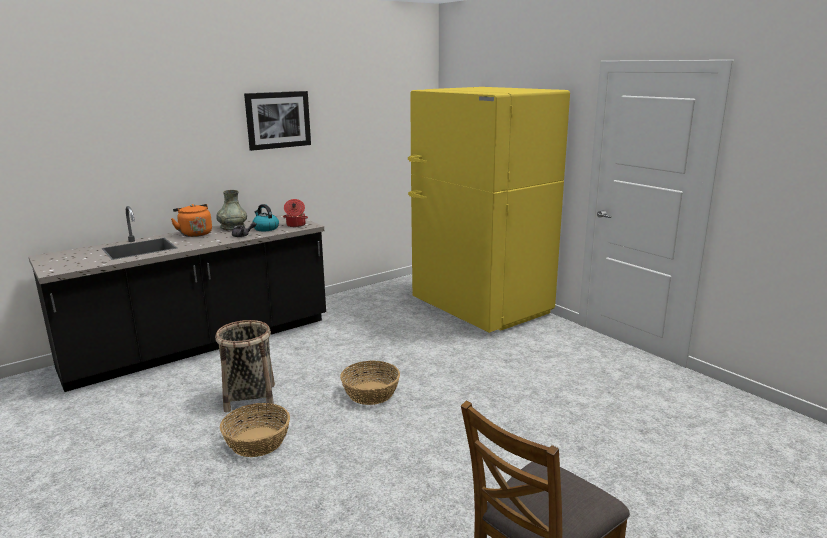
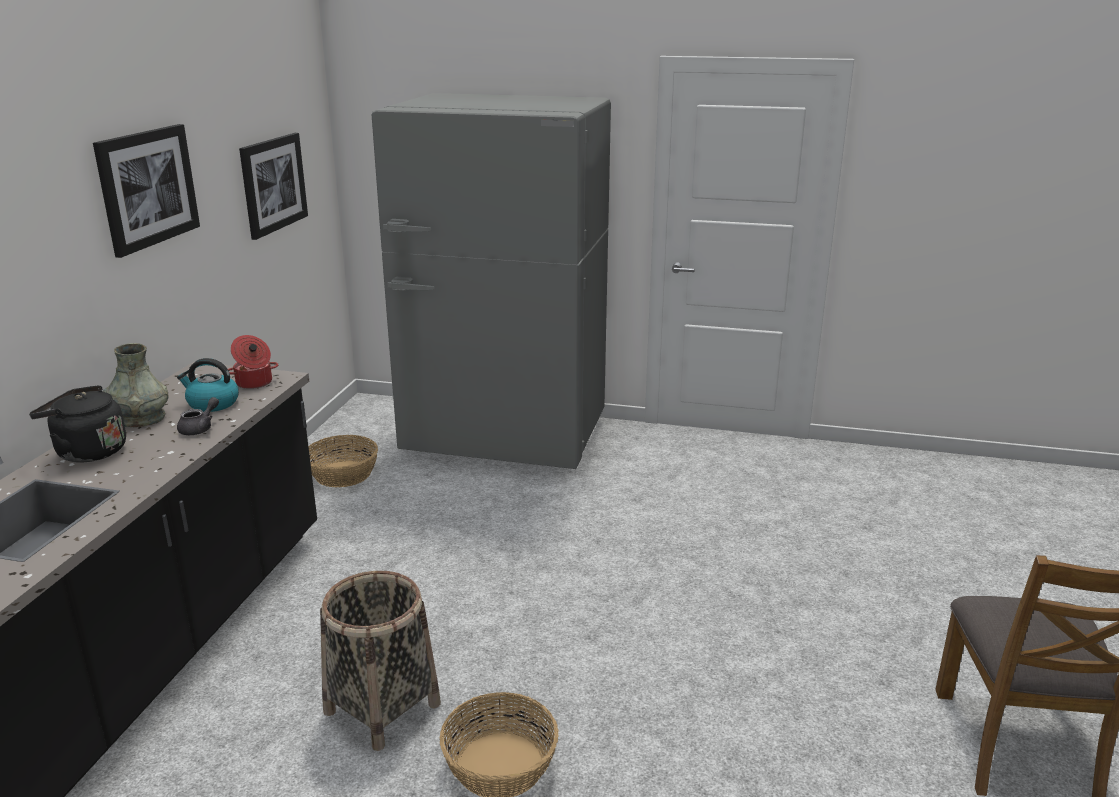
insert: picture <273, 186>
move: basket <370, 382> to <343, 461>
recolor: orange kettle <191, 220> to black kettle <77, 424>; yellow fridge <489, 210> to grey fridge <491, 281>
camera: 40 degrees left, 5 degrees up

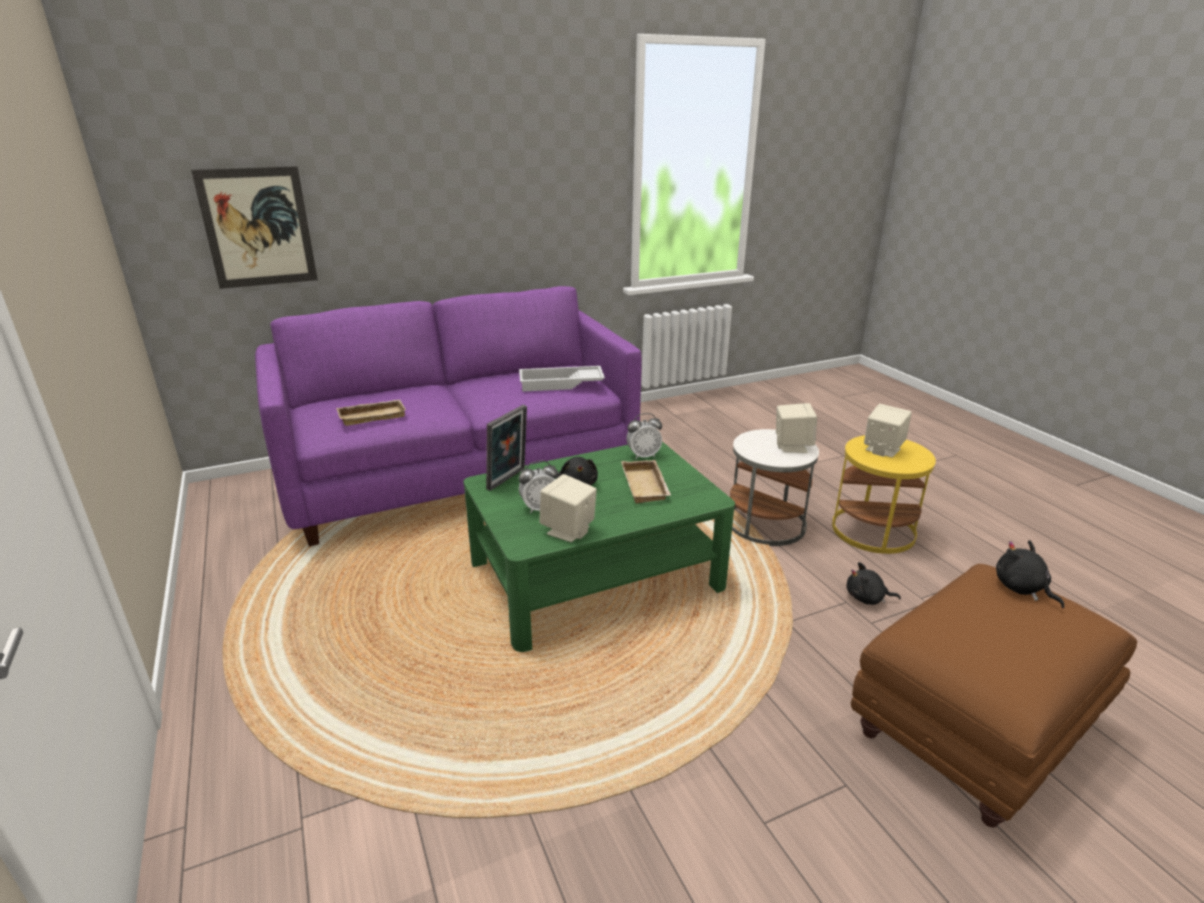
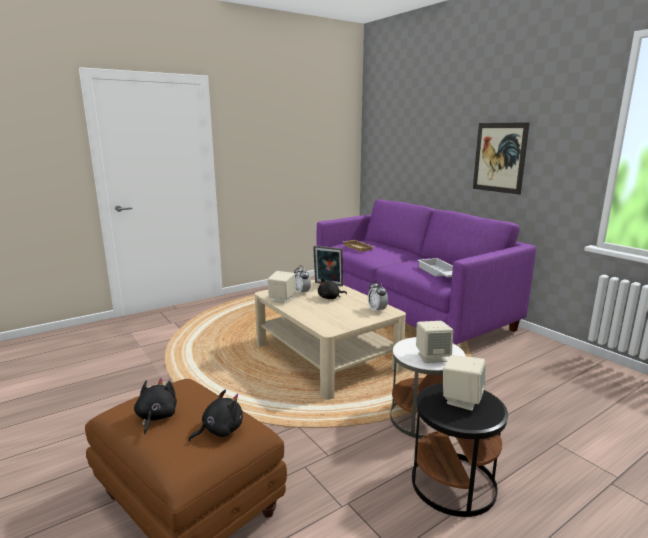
delete: beige tray <646, 482>
move: black plush toy <873, 583> to <155, 406>; picture <254, 227> to <501, 158>
recolor: green coffee table <599, 547> to beige coffee table <330, 339>; yellow side table <884, 494> to black side table <460, 450>
camera: 80 degrees right, 10 degrees down

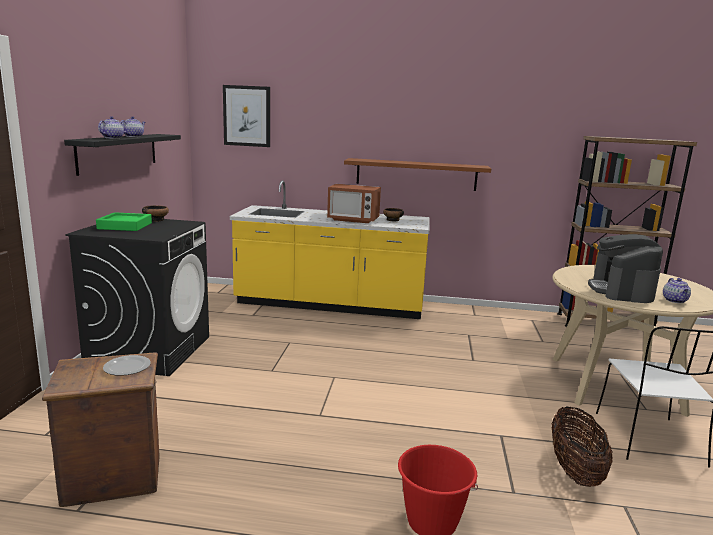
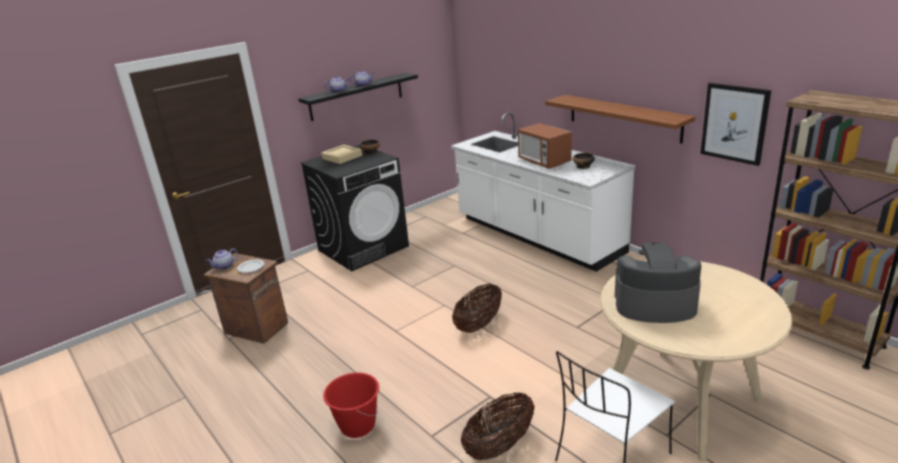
insert: basket <477, 308>
move: teapot <677, 290> to <222, 259>; picture <246, 116> to <736, 124>
recolor: green tray <124, 221> to beige tray <341, 154>; yellow counter <330, 249> to white counter <543, 192>
rotate: coffee machine <625, 268> = <658, 283> 45 degrees clockwise
camera: 45 degrees right, 10 degrees up

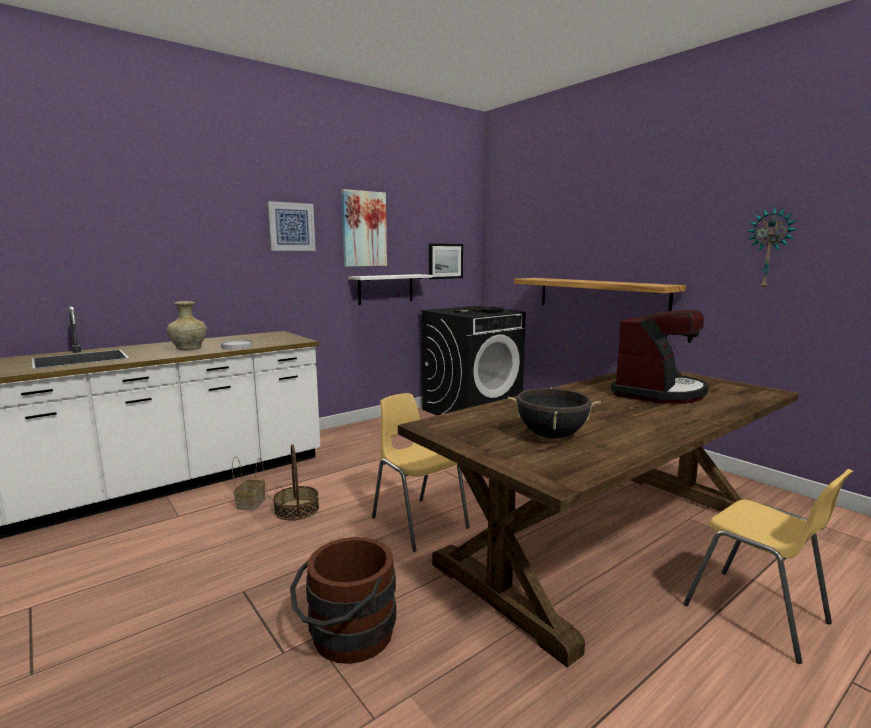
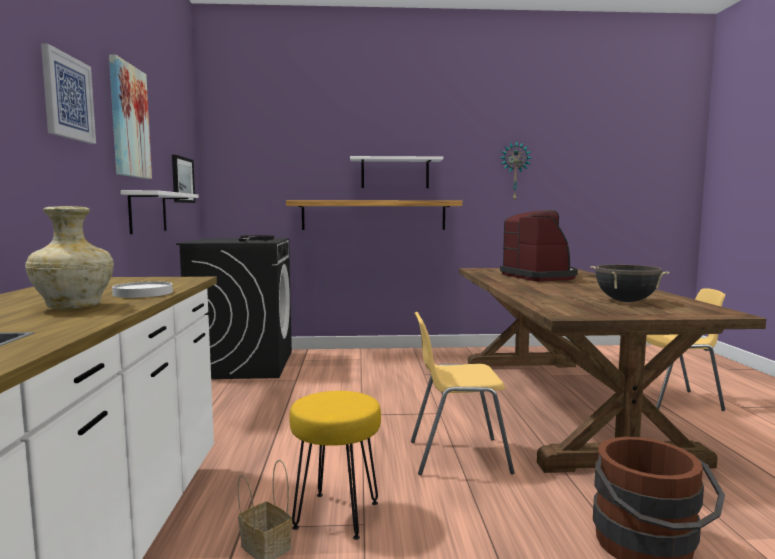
insert: white shelf <396, 172>
replace: basket <296, 482> to yellow stool <335, 465>
camera: 55 degrees left, 5 degrees down

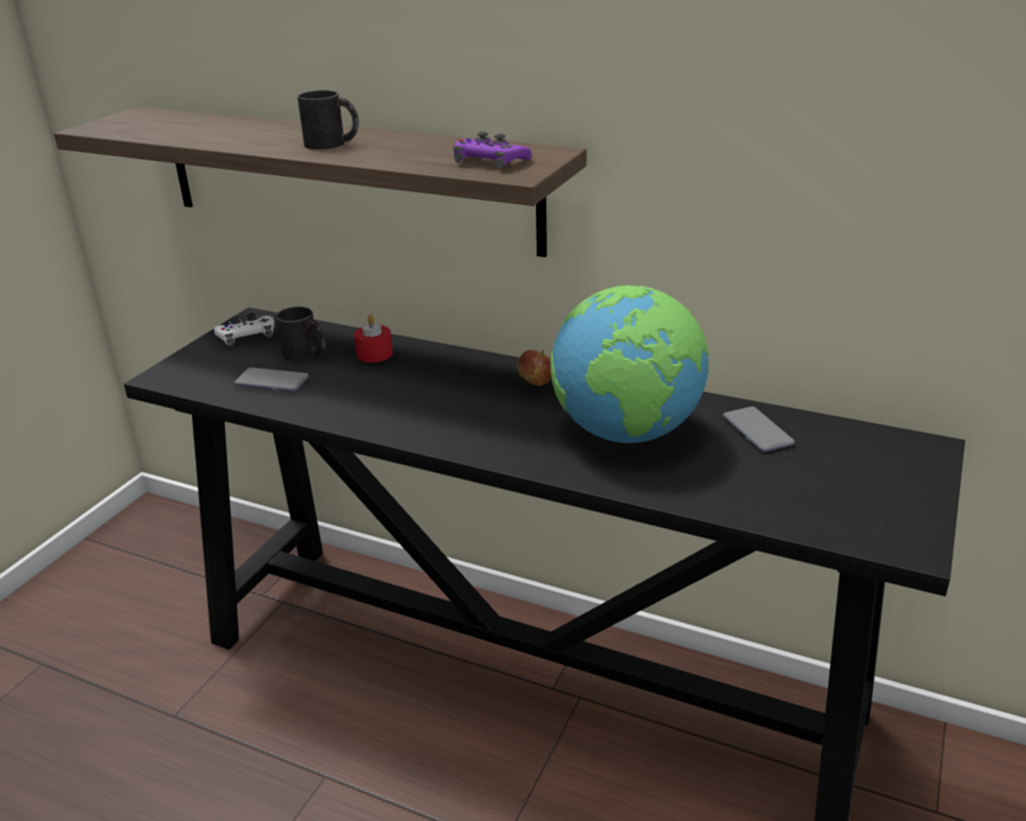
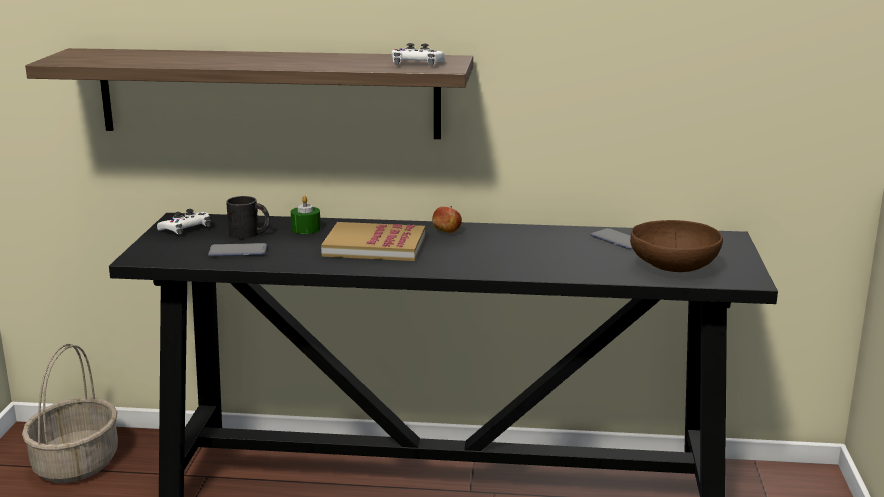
delete: black mug <328, 120>; globe <629, 364>
insert: basket <70, 413>; book <373, 241>; brown bowl <676, 246>
recolor: red candle <373, 338> to green candle <306, 215>; purple game controller <492, 150> to white game controller <418, 54>
camera: 20 degrees left, 10 degrees down

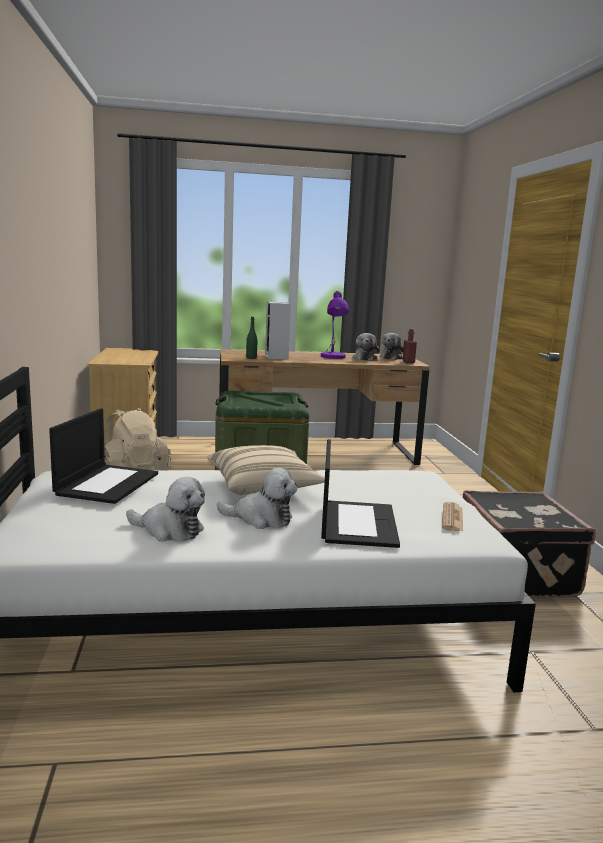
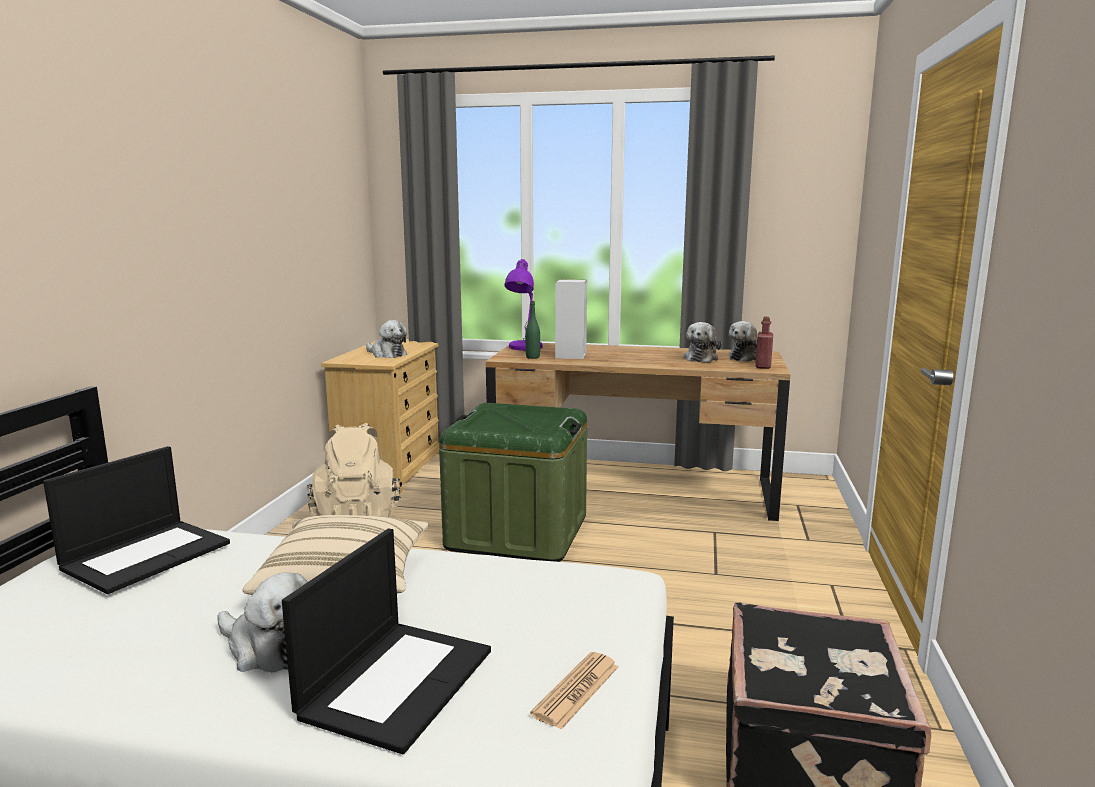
move: plush toy <165, 509> to <386, 339>; purple table lamp <335, 325> to <523, 304>
camera: 20 degrees right, 0 degrees up

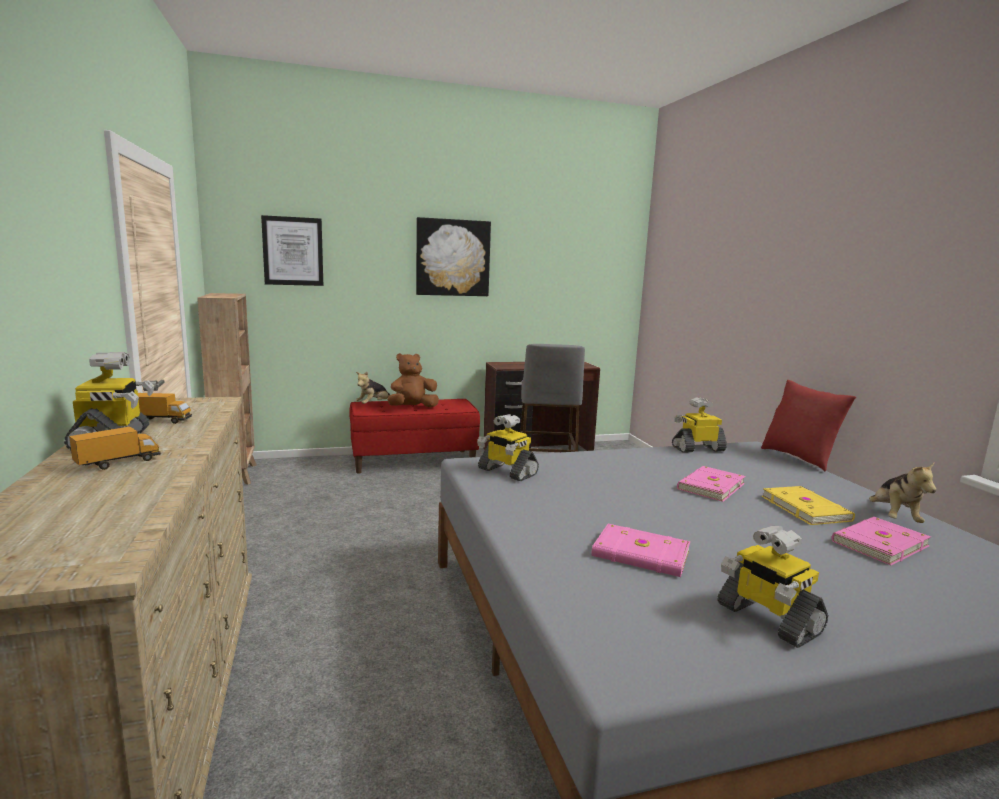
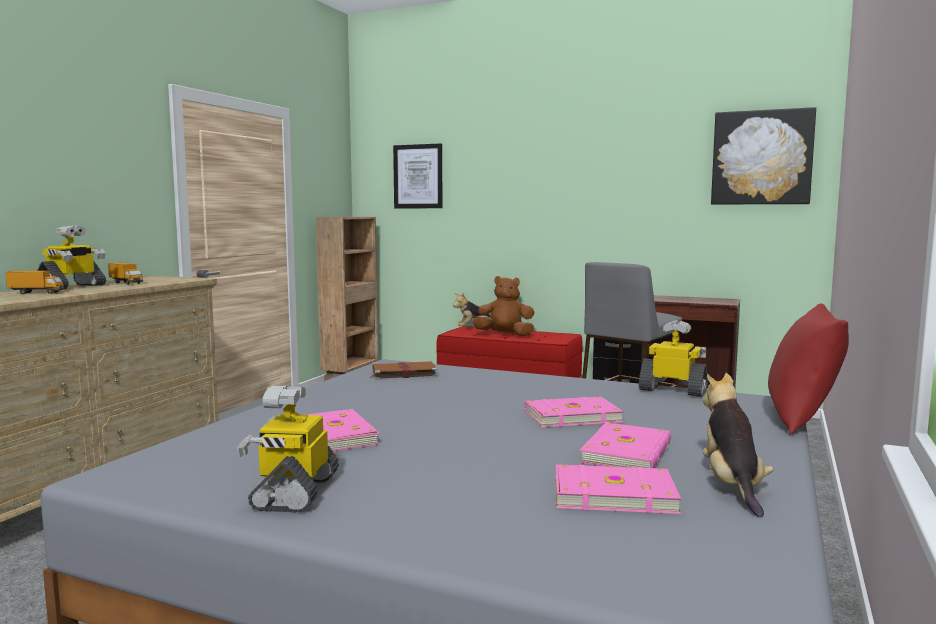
move: picture <453, 256> to <763, 155>
replace: toy robot <508, 447> to brown book <403, 370>
recolor: yellow book <808, 505> to pink book <625, 445>
rotate: plush toy <902, 492> = <738, 445> 135 degrees clockwise
camera: 40 degrees right, 5 degrees down

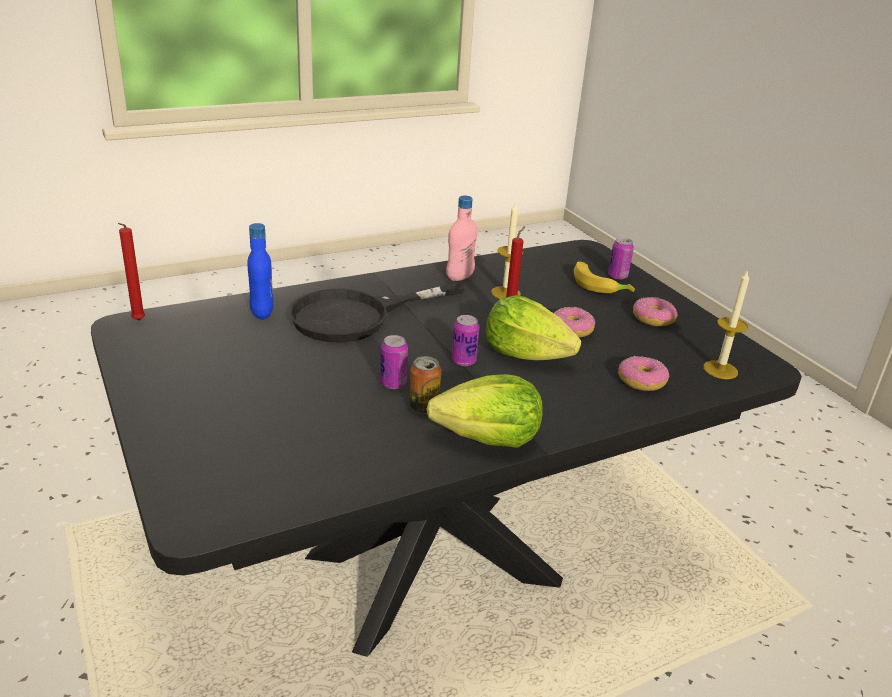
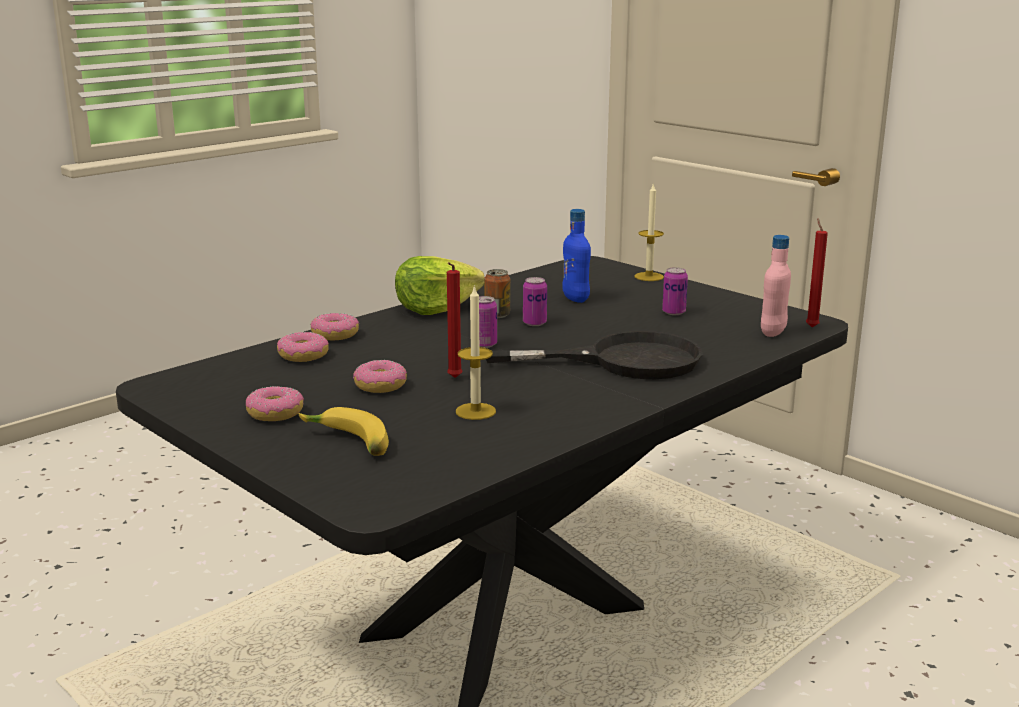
delete: lettuce <533, 327>
insert: donut <335, 326>
move: blue bottle <260, 271> to <576, 256>; candle <726, 324> to <649, 232>; can <621, 259> to <675, 291>; pink bottle <462, 238> to <776, 286>
rotate: black frying pan <377, 312> = <594, 355> 45 degrees clockwise
camera: 165 degrees right, 10 degrees down

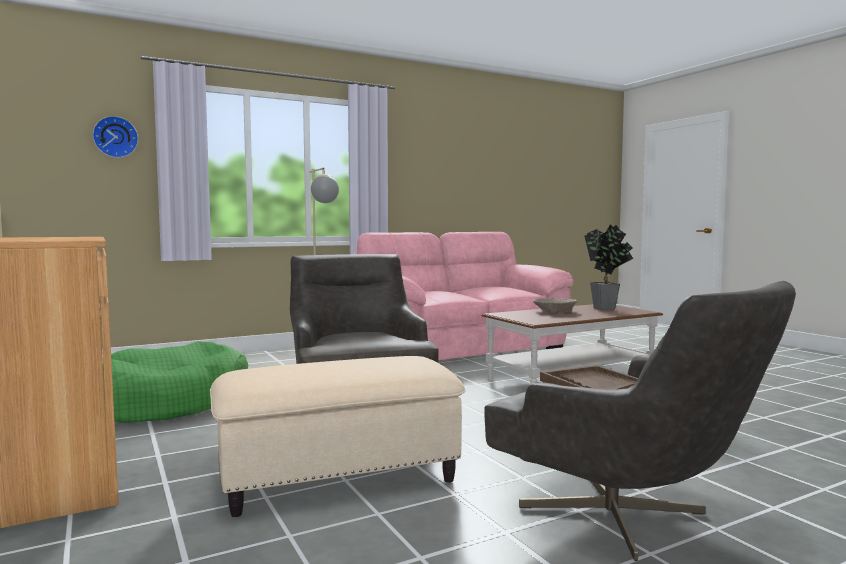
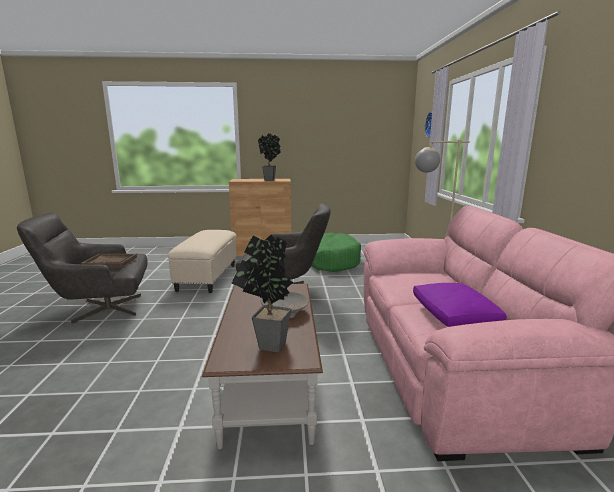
insert: potted plant <269, 157>; purple pillow <460, 305>
camera: 115 degrees right, 10 degrees up

